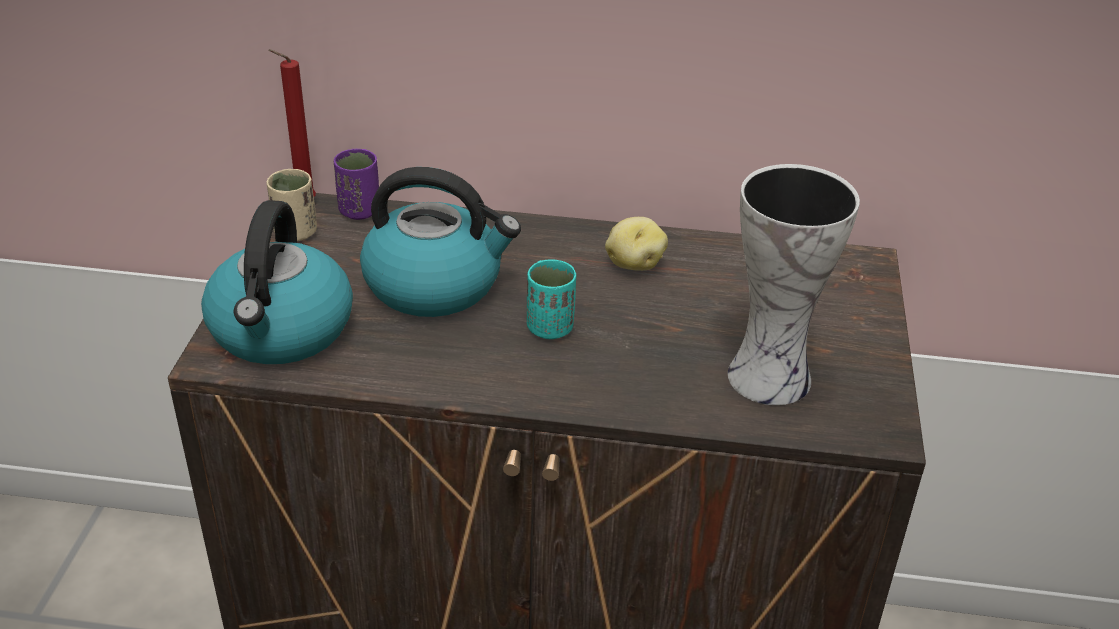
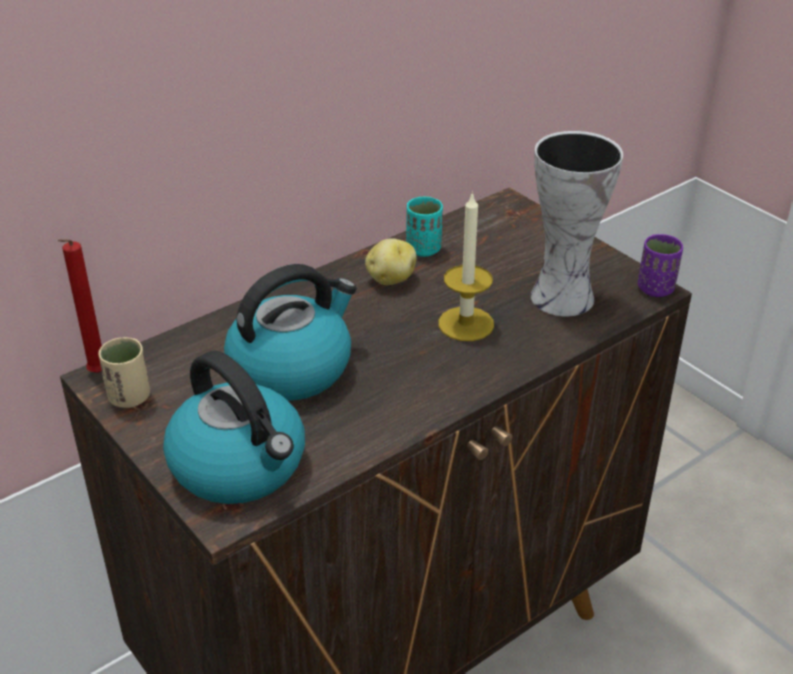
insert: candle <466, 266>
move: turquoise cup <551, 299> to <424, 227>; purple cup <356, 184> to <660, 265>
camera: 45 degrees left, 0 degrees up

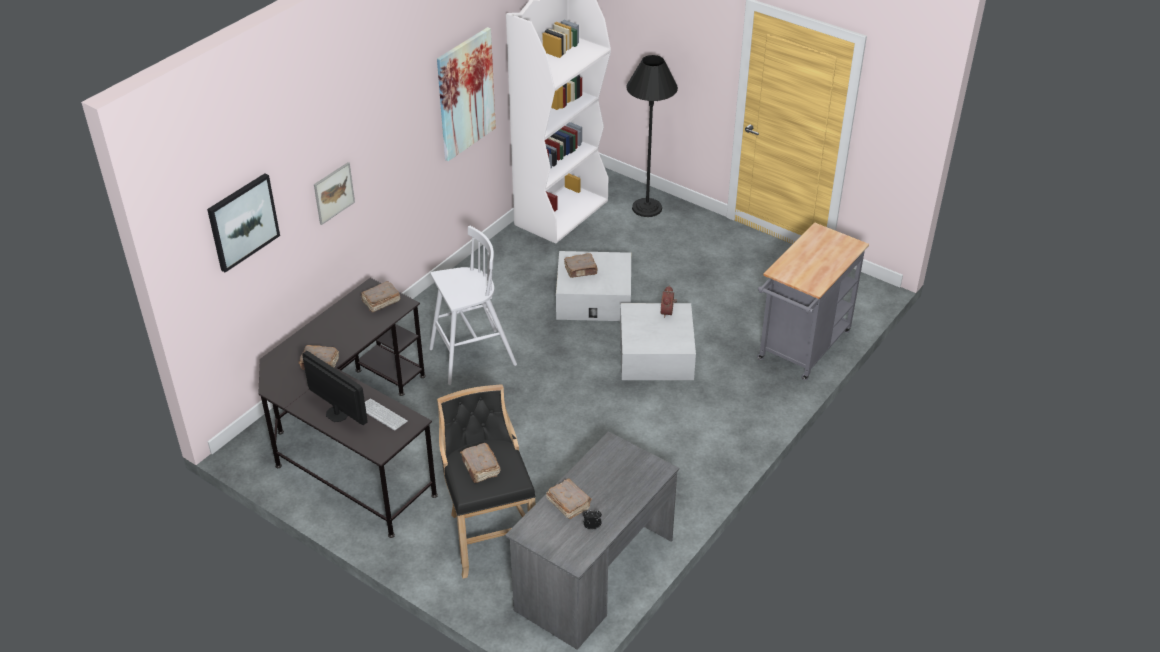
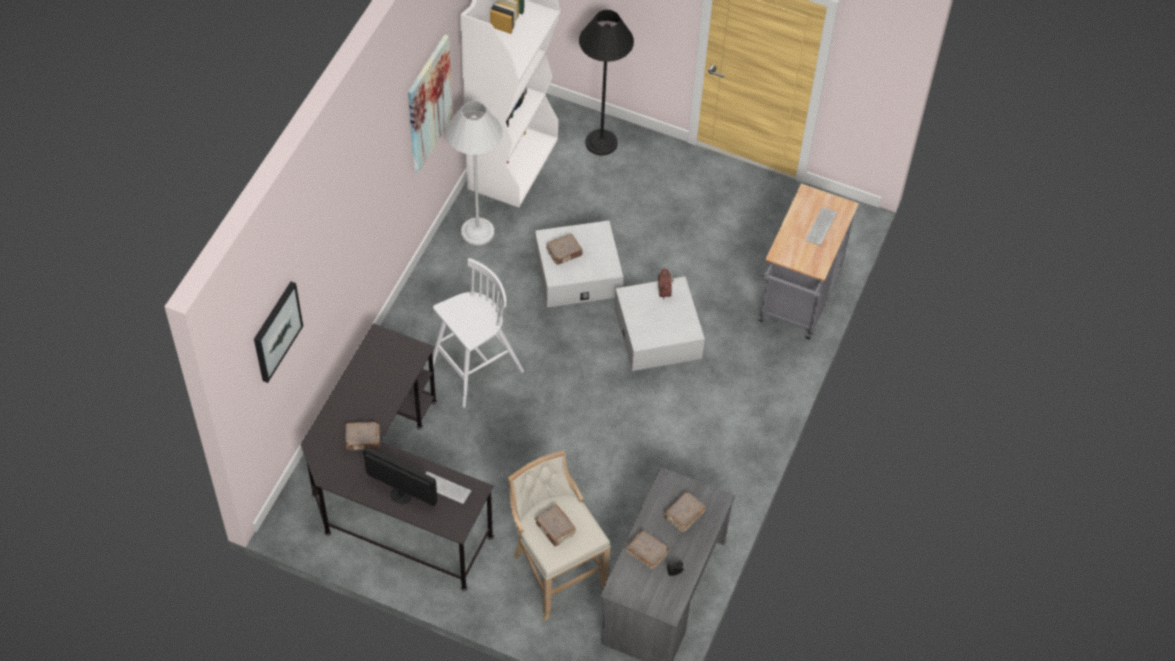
delete: picture <334, 193>
insert: white floor lamp <474, 173>; keyboard <821, 226>
move: brown book <380, 296> to <685, 511>
recolor: black stool <486, 481> to beige stool <559, 535>
camera: 15 degrees left, 15 degrees up

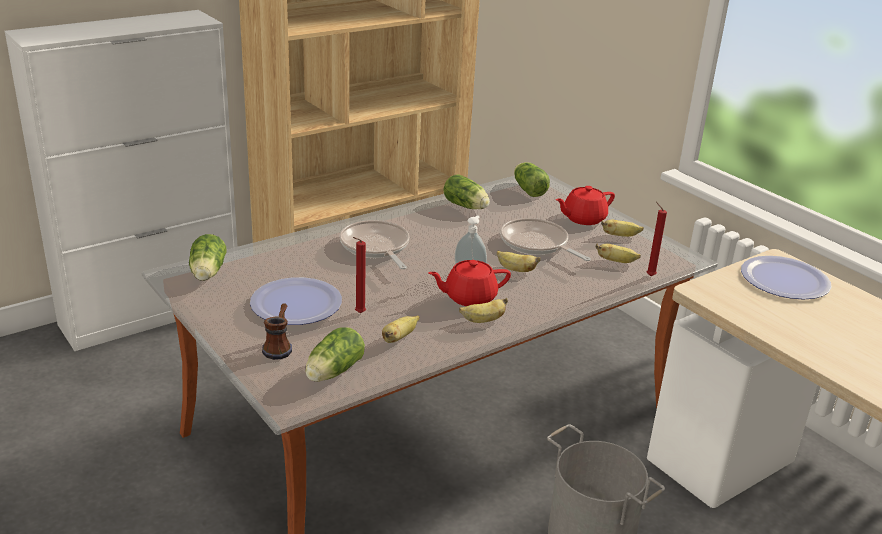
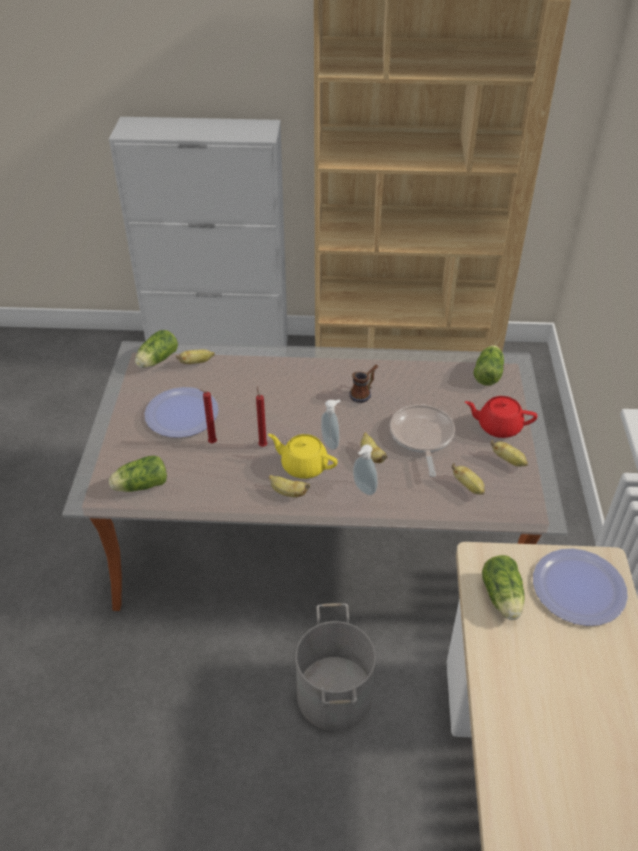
delete: frying pan <374, 244>
insert: soap dispenser <365, 470>
move: banana <401, 329> to <195, 356>; red candle <657, 239> to <261, 416>; mug <277, 331> to <363, 383>; lettuce <466, 191> to <503, 587>
recolor: red teapot <469, 283> to yellow teapot <303, 456>
camera: 40 degrees right, 15 degrees up

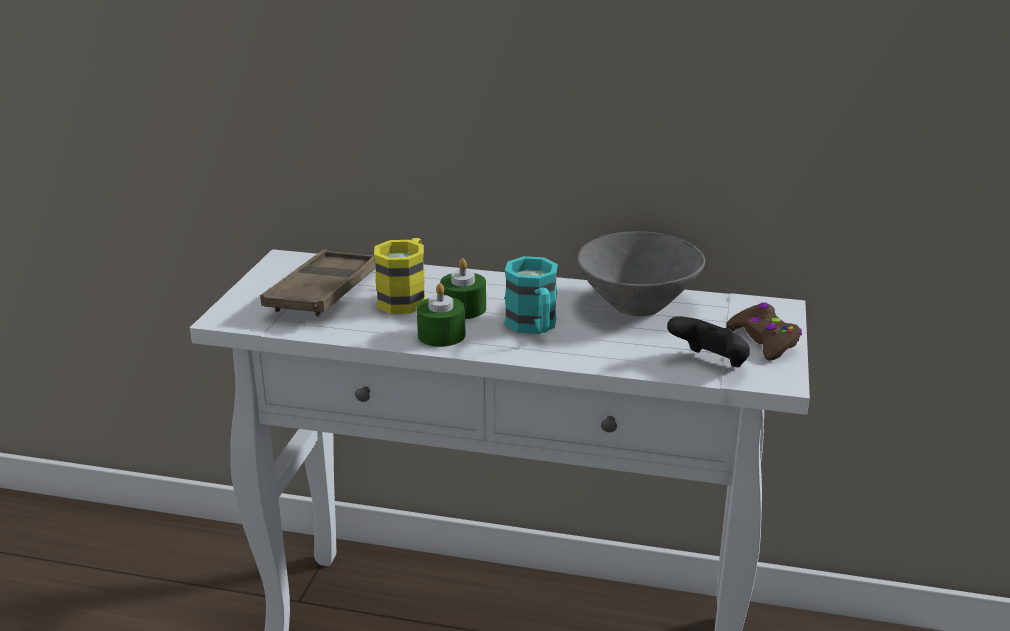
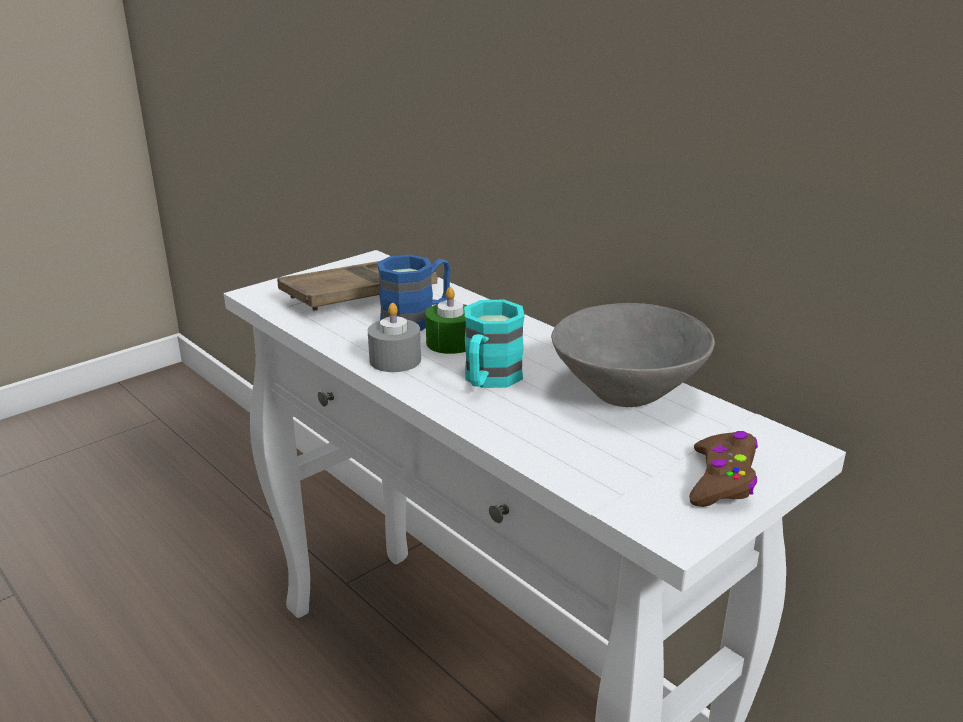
delete: black game controller <708, 341>
recolor: green candle <441, 315> to grey candle <394, 337>; yellow mug <400, 276> to blue mug <413, 293>
camera: 35 degrees right, 0 degrees up

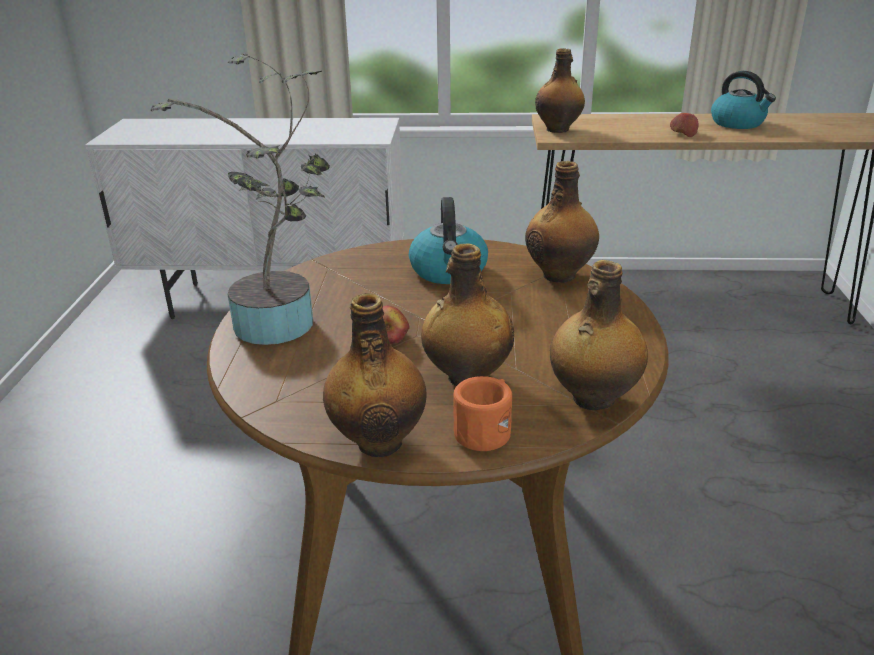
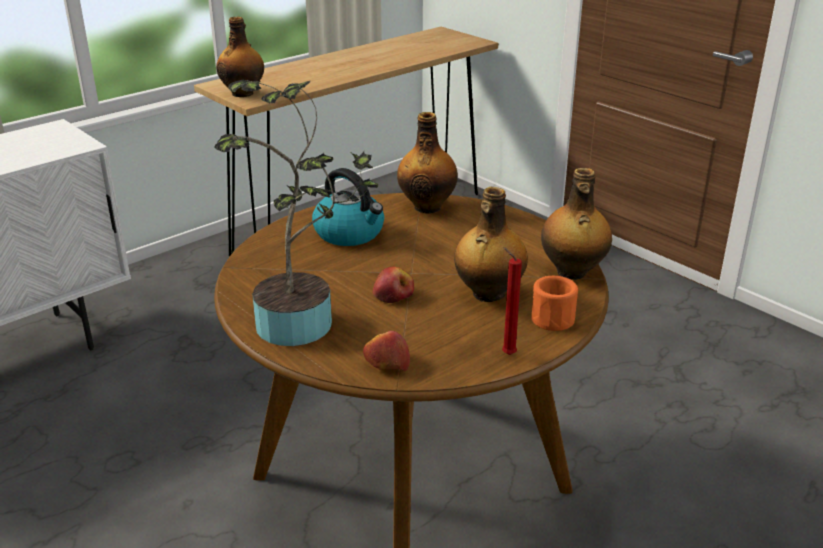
delete: kettle <743, 100>
move: apple <684, 125> to <386, 351>
replace: bottle <375, 375> to red candle <512, 301>
camera: 45 degrees left, 0 degrees up

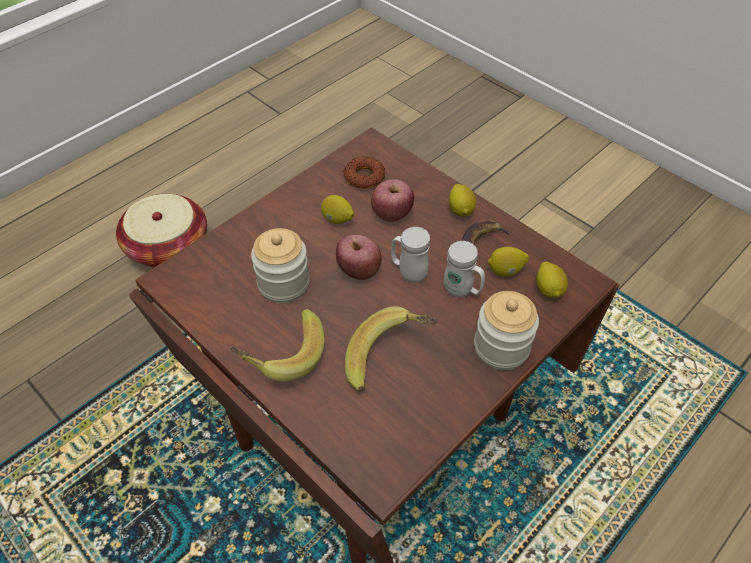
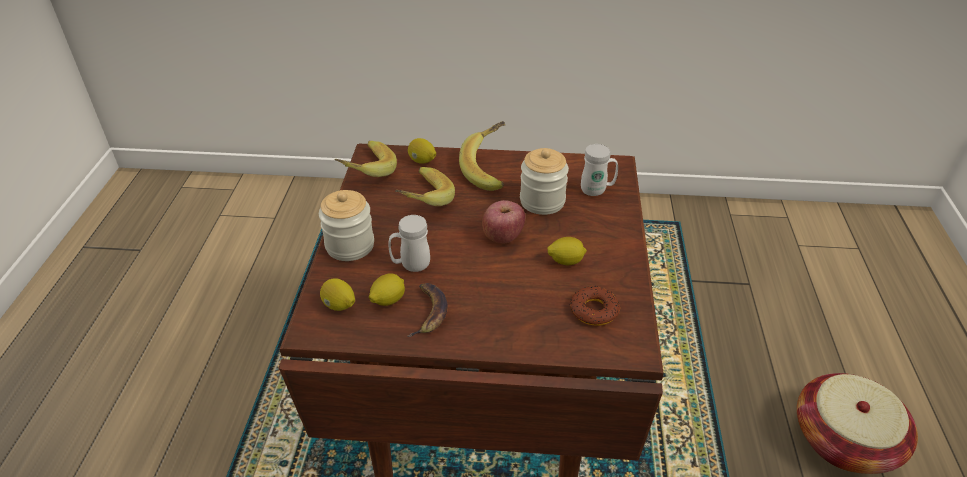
delete: apple <392, 200>
insert: banana <365, 159>
move: lemon <462, 200> to <422, 151>; white mug <410, 255> to <599, 170>
camera: 140 degrees right, 10 degrees down

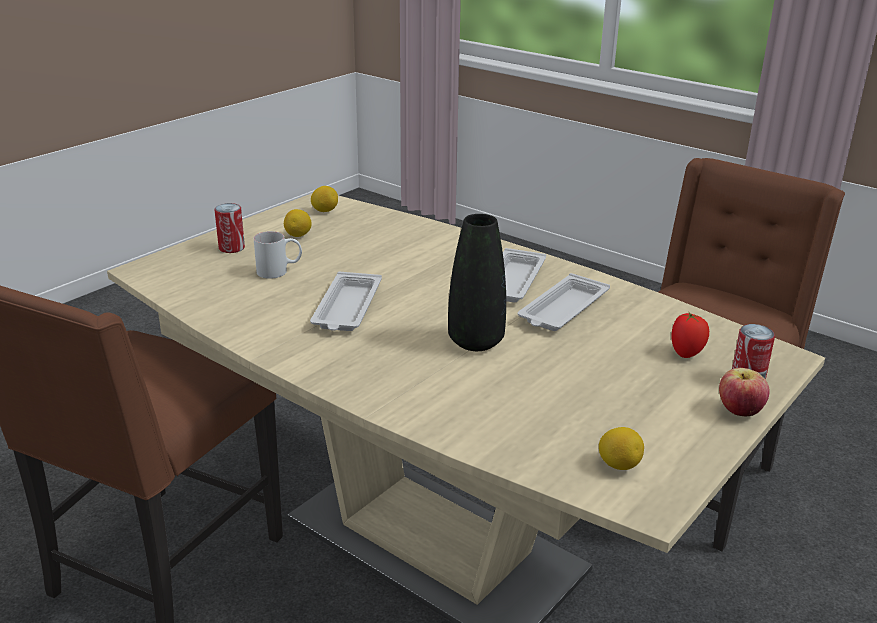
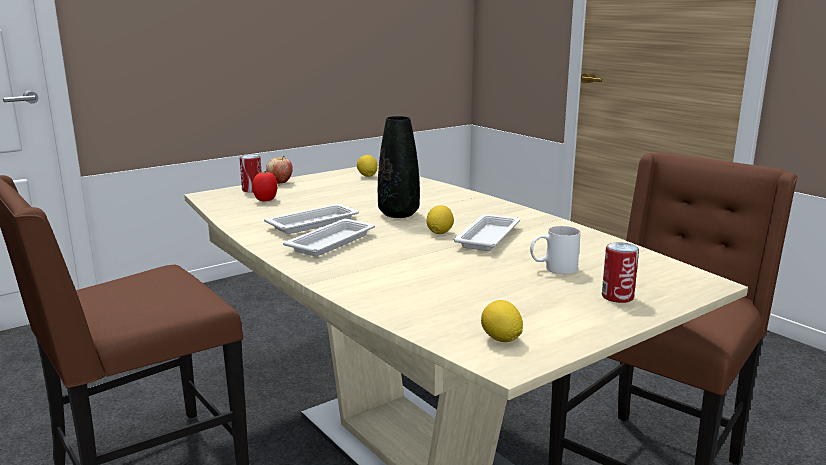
move: lemon <298, 223> to <440, 219>
camera: 165 degrees left, 10 degrees down

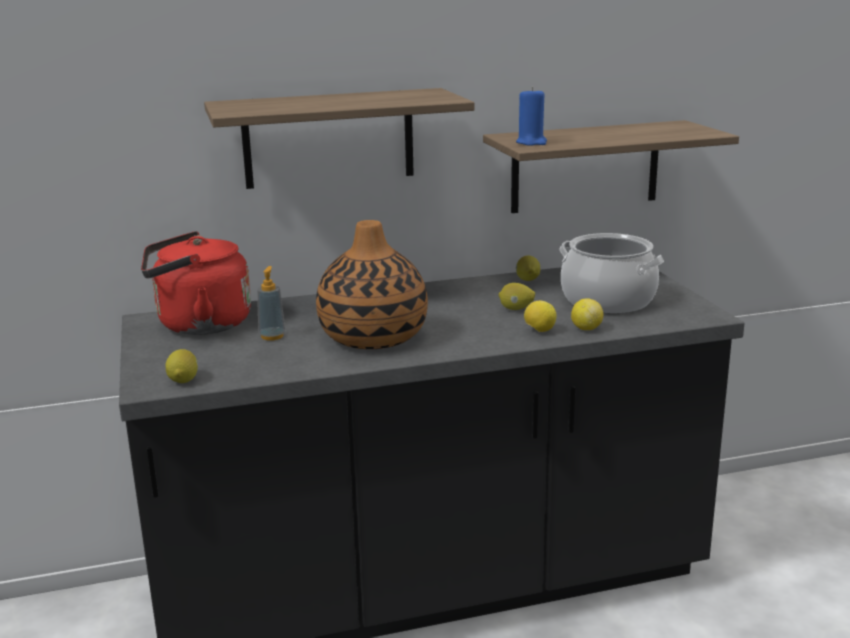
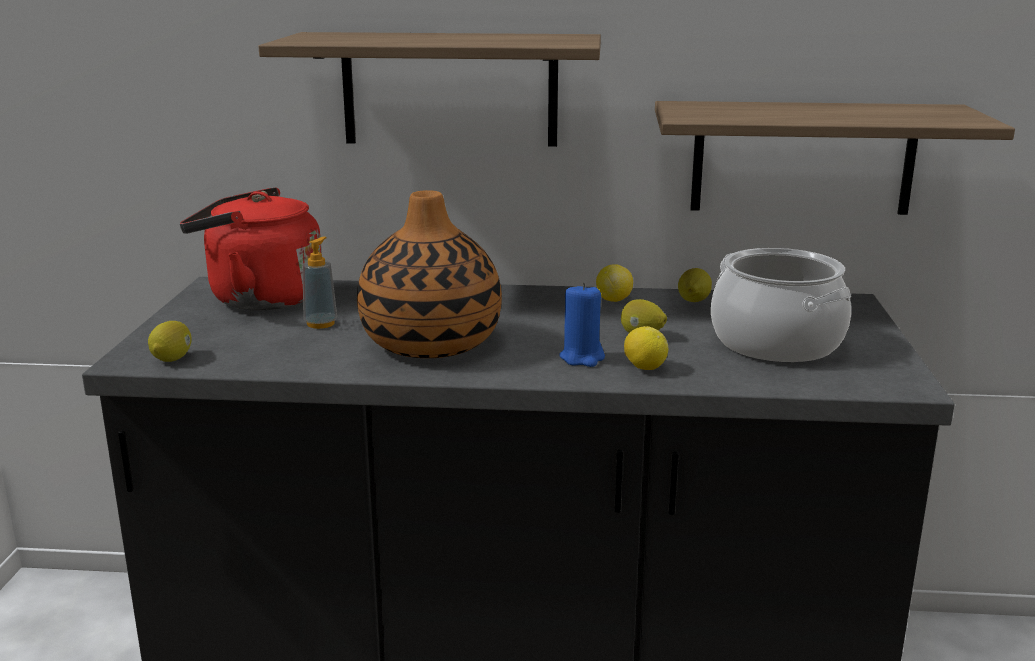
move: blue candle <531, 116> to <582, 325>; lemon <587, 314> to <614, 283>
camera: 20 degrees right, 0 degrees up

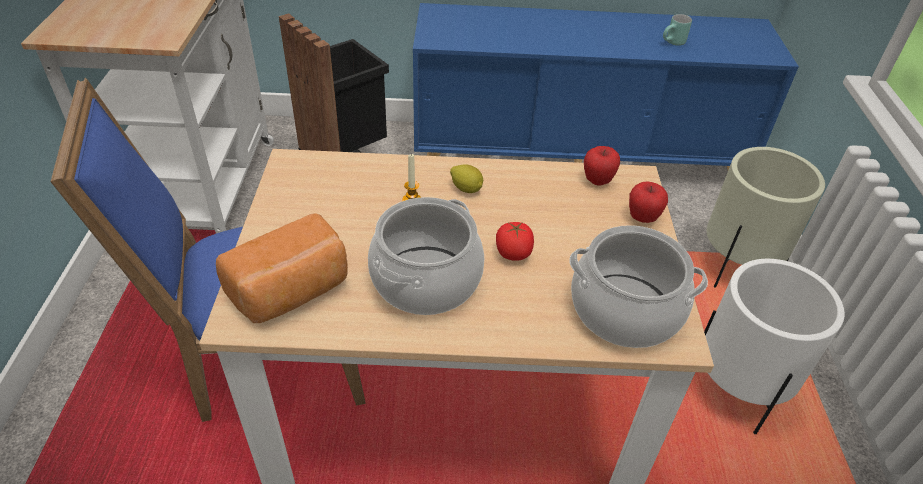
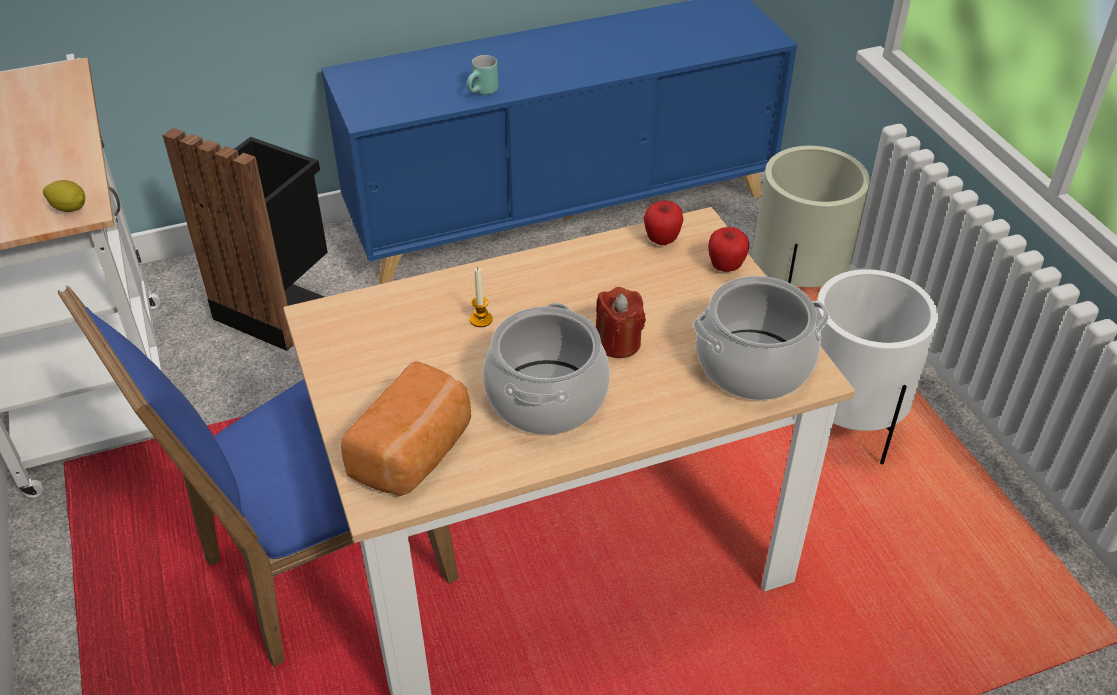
move: lemon <466, 178> to <64, 196>; turquoise mug <677, 30> to <482, 75>
replace: tomato <515, 241> to red candle <621, 322>
camera: 20 degrees left, 0 degrees up

